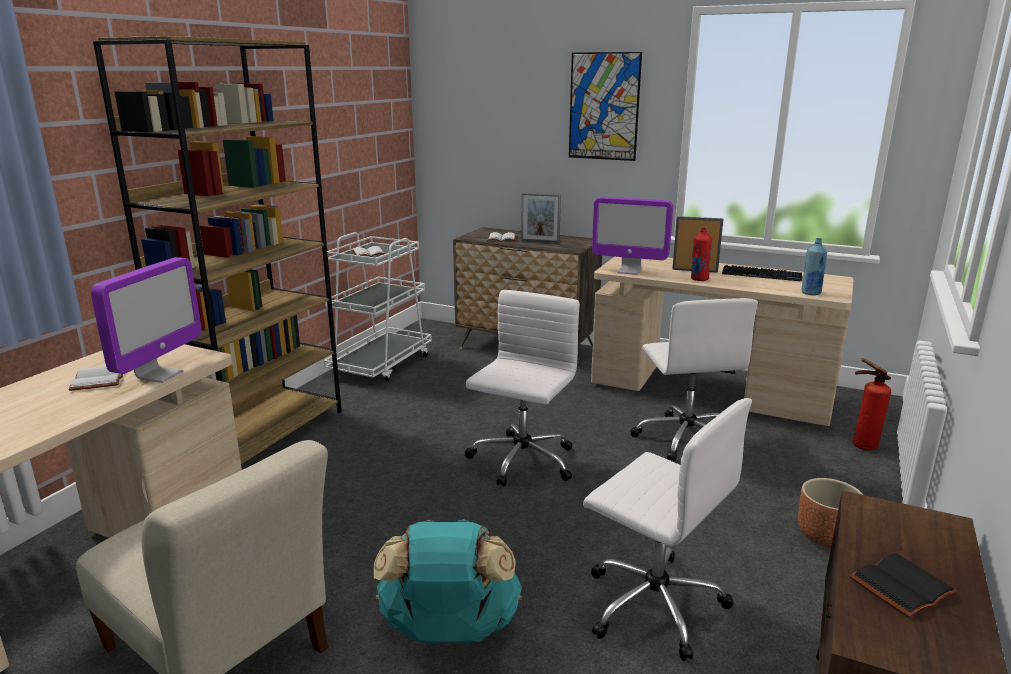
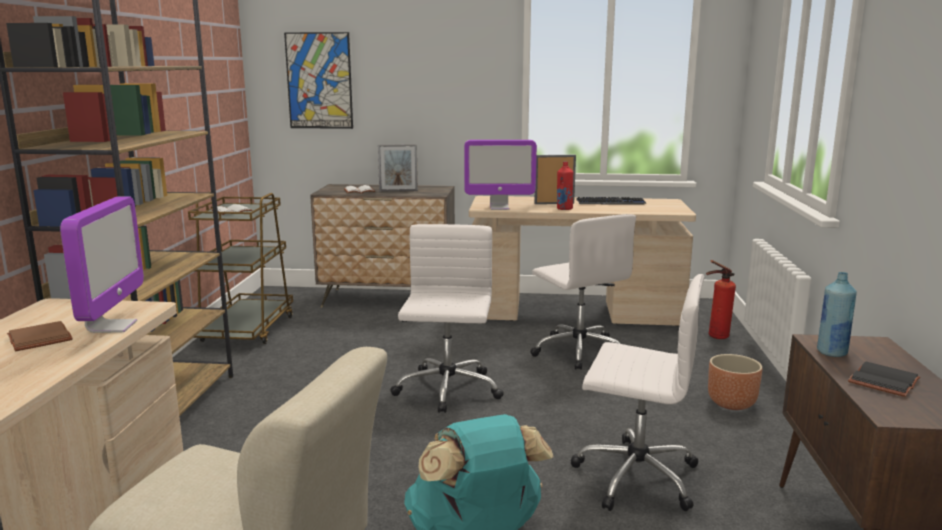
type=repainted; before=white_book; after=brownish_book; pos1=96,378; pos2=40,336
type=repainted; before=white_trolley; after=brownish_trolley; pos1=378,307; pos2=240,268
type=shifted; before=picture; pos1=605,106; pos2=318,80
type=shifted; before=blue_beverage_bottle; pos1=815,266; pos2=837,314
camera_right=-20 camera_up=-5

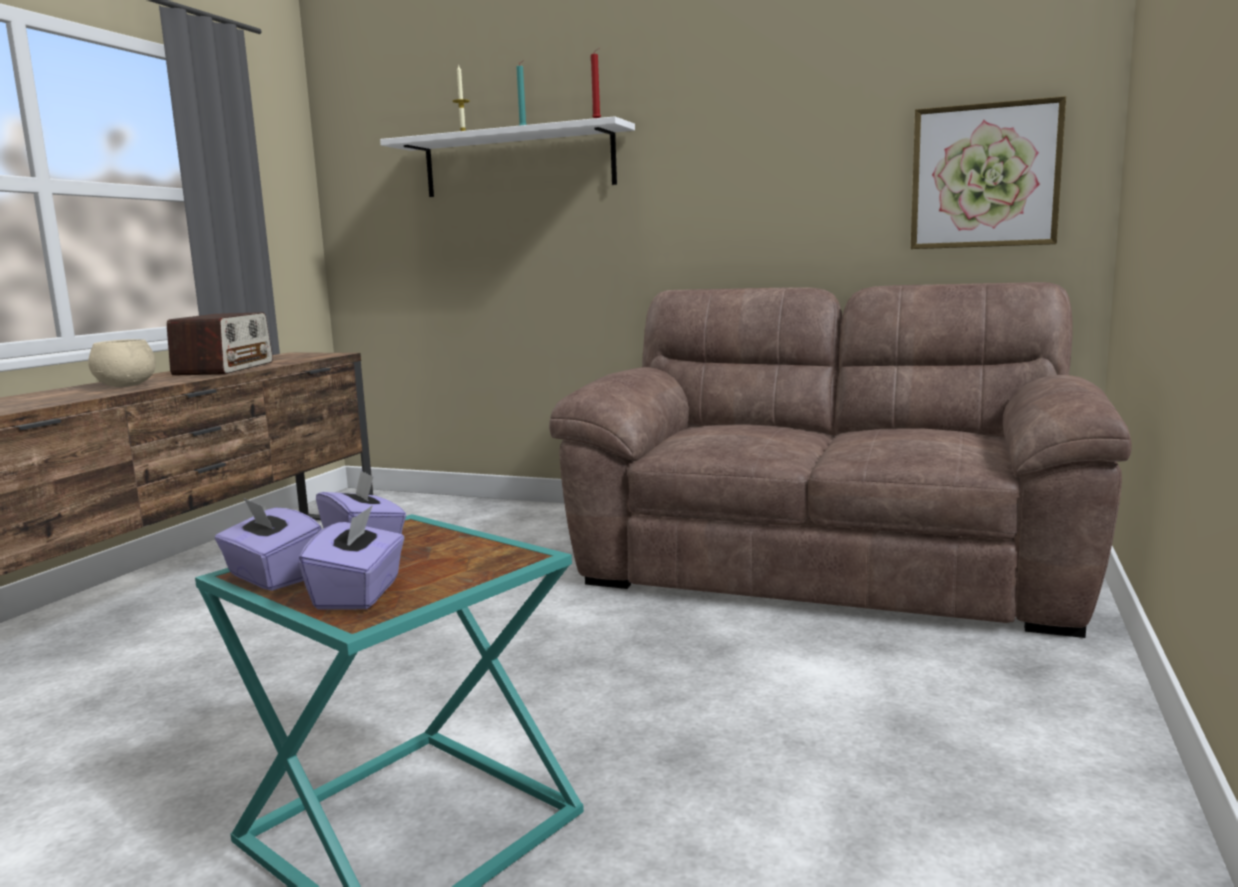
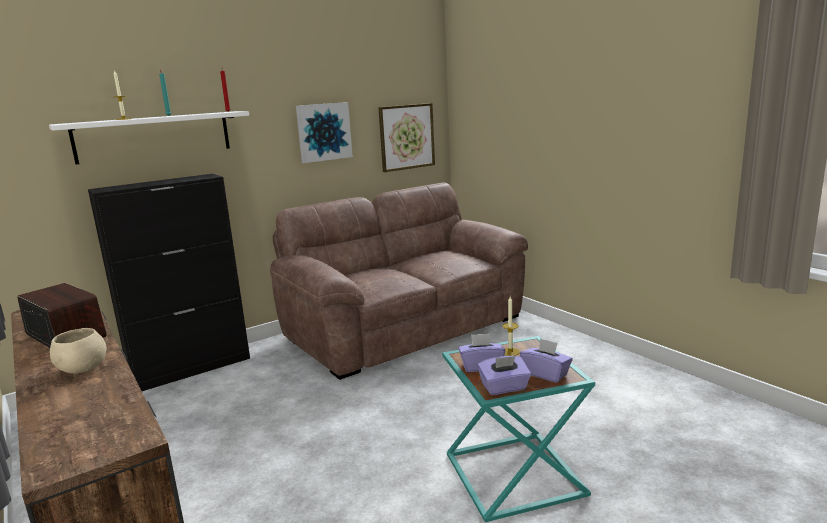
type=new; after=blackish_cupboard; pos2=169,282
type=new; after=picture; pos2=324,132
type=new; after=wax_light; pos2=511,326
camera_right=-55 camera_up=5

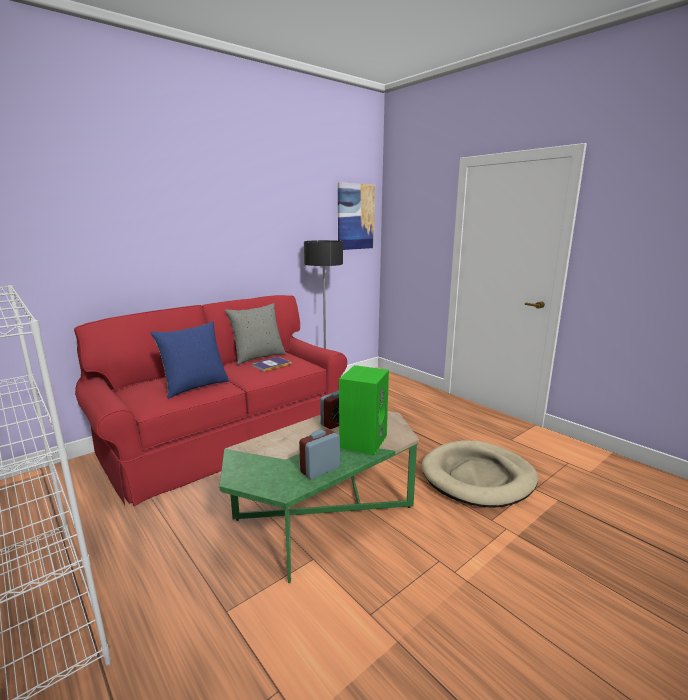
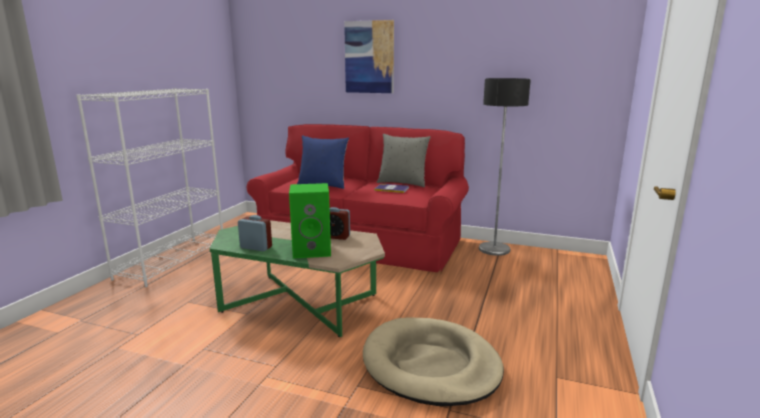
type=shifted; before=picture; pos1=356,216; pos2=369,56
camera_right=60 camera_up=0

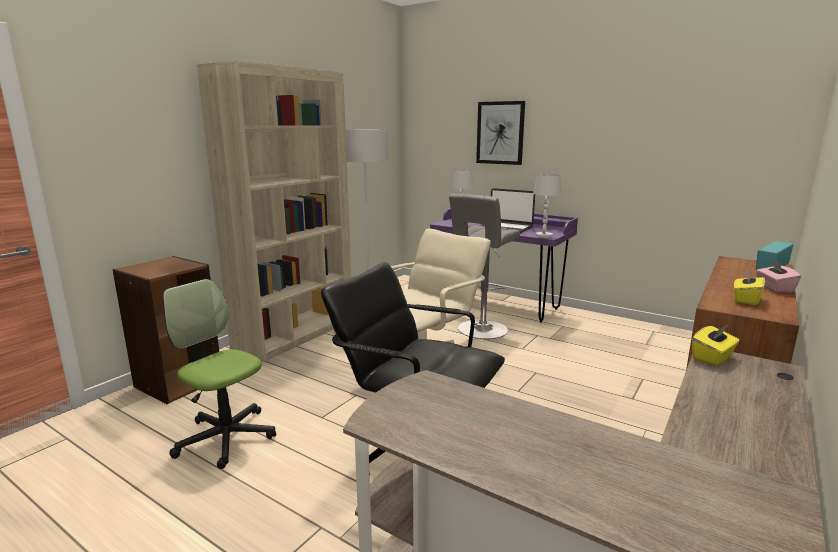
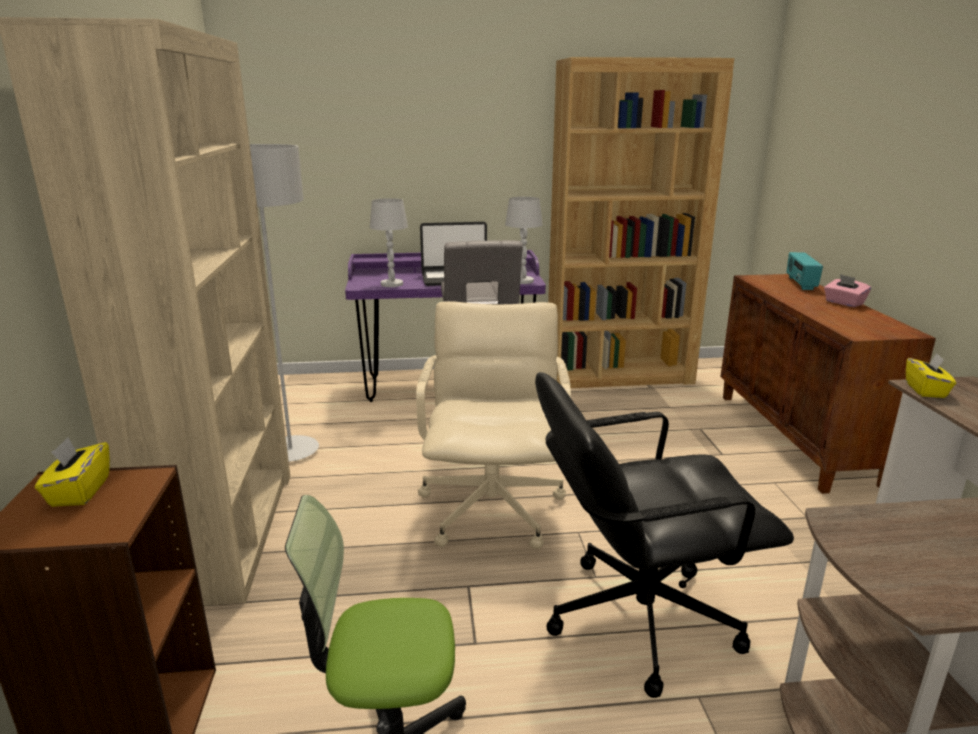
type=gone; before=picture; pos1=500,133
type=shifted; before=yellow-coloured_box_of_tissues; pos1=749,287; pos2=72,472
type=new; after=brownish_shelving_unit; pos2=641,222
camera_right=-40 camera_up=5

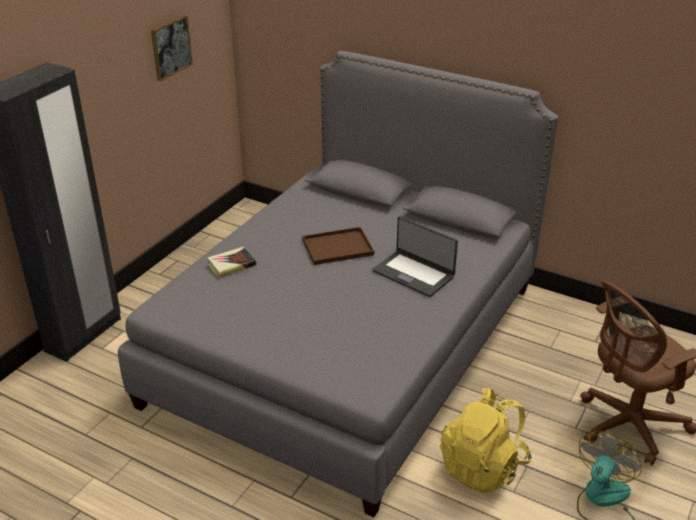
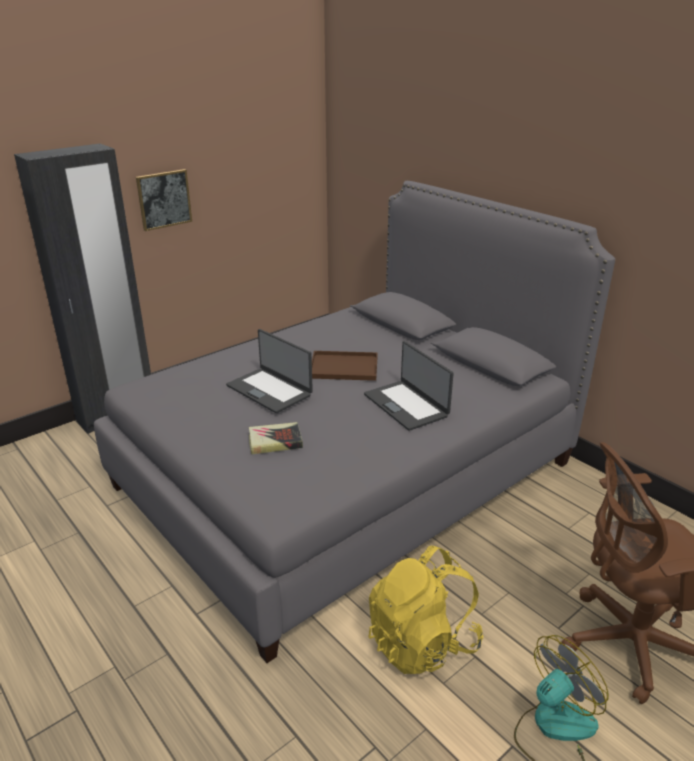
type=shifted; before=picture; pos1=172,48; pos2=164,200
type=shifted; before=book; pos1=232,262; pos2=276,438
type=new; after=portable_computer; pos2=269,371
camera_right=20 camera_up=-5

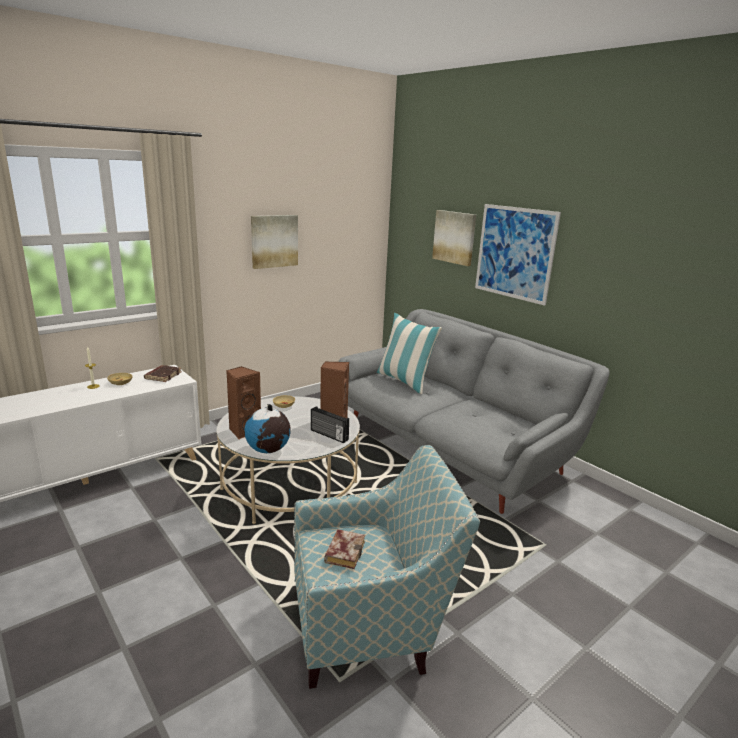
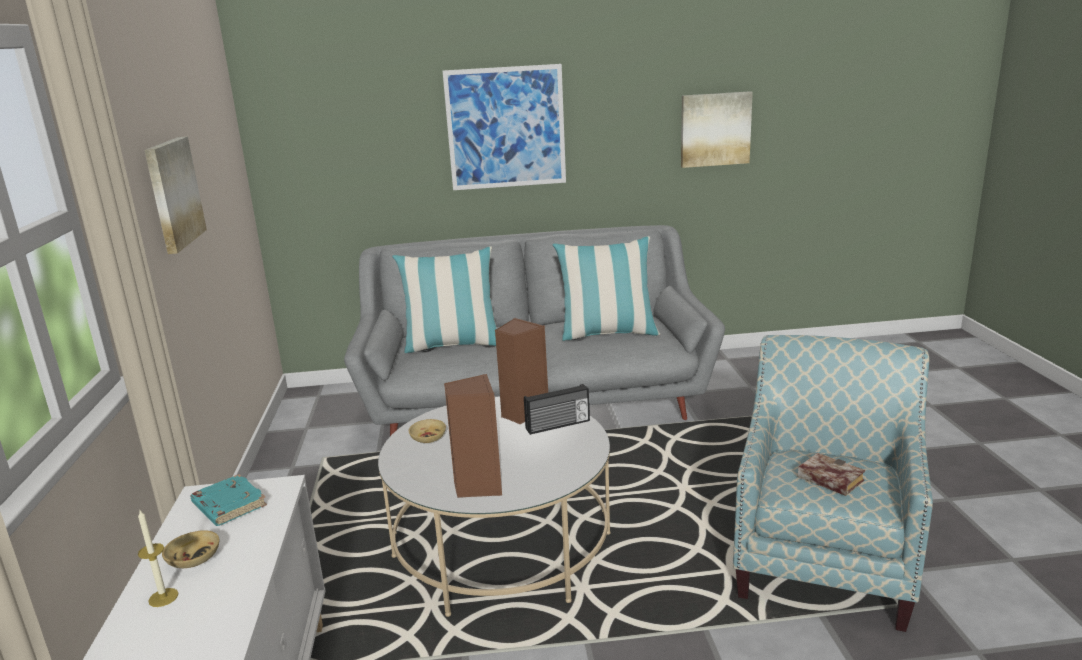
type=repainted; before=brownish_book; after=turquoise-coloured_book; pos1=162,373; pos2=228,500
type=gone; before=globe; pos1=267,428
type=shifted; before=picture; pos1=454,238; pos2=717,129
type=new; after=throw_pillow; pos2=606,288
camera_right=-55 camera_up=0

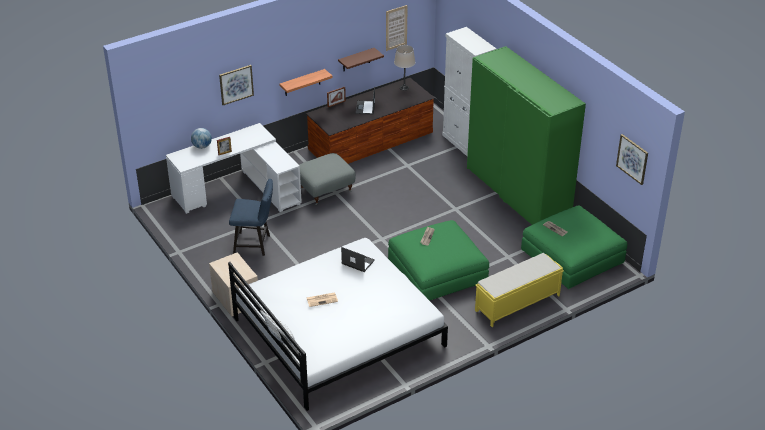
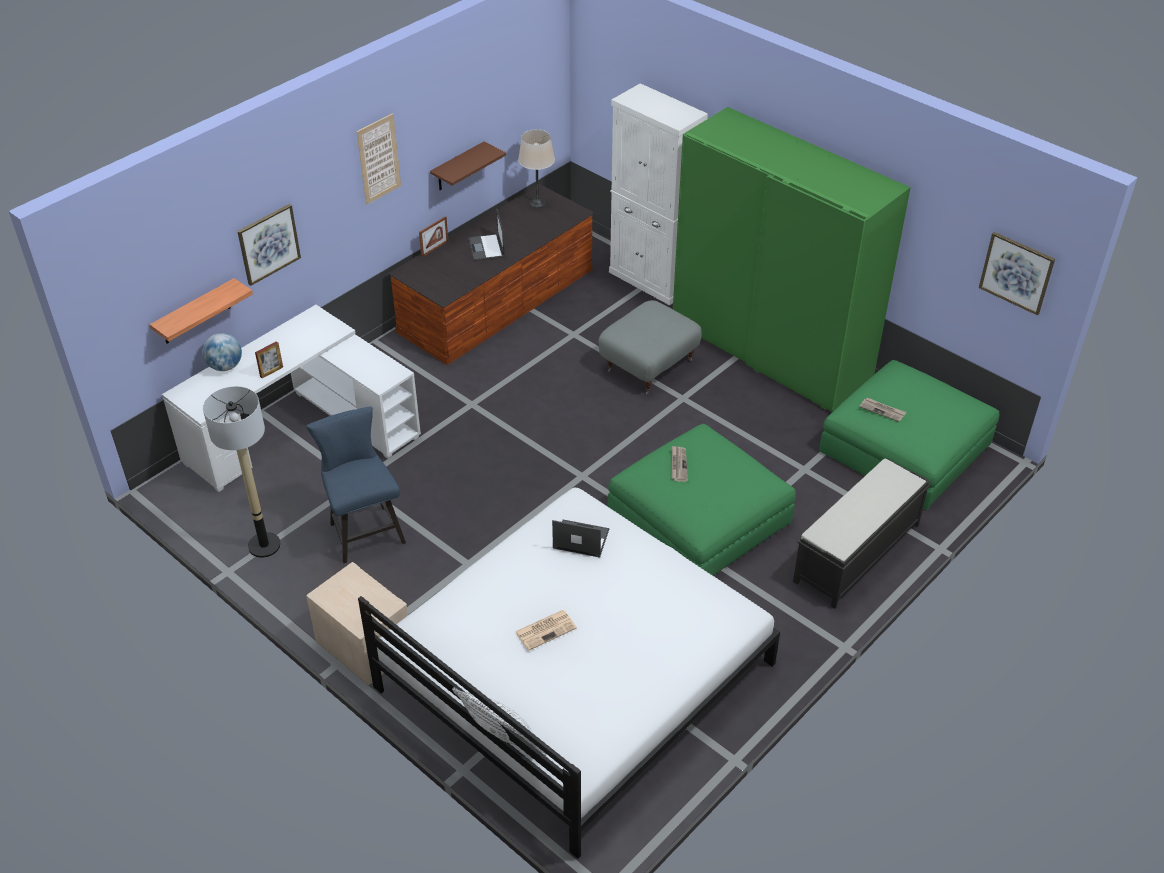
type=rotated; before=blue_upright_chair; pos1=251,217; pos2=356,484; turn=-105
type=shifted; before=bracket_shelf; pos1=306,82; pos2=201,311
type=shifted; before=grey_ottoman; pos1=327,179; pos2=650,347
type=shifted; before=picture; pos1=397,28; pos2=378,158
type=repainted; before=yellow-coloured_indoor_bench; after=blackish_indoor_bench; pos1=519,290; pos2=861,533
type=new; after=floor_lamp; pos2=242,472
camera_right=-15 camera_up=5

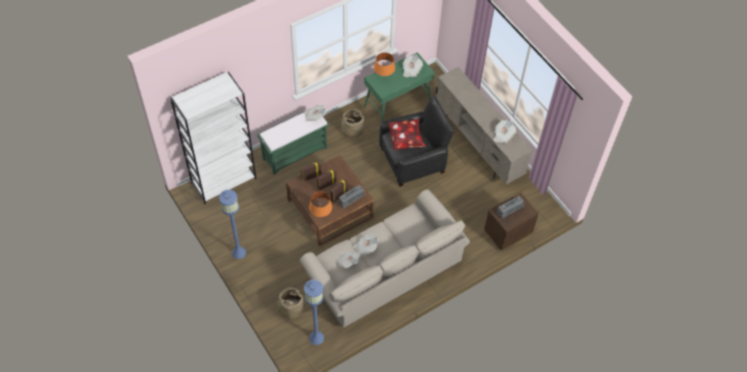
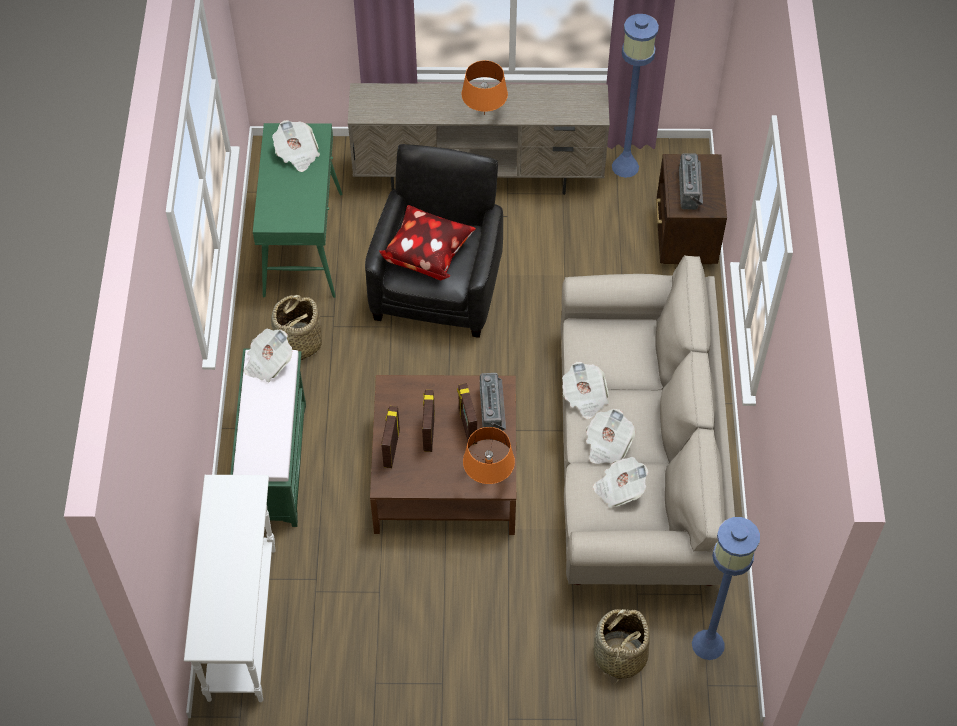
type=swapped; before=white_shelving_unit; after=white_hall_table; pos1=213,138; pos2=230,588
type=shifted; before=blue_floor_lamp; pos1=232,224; pos2=635,96
type=shifted; before=orange-coloured_tabletop_lamp; pos1=384,64; pos2=484,87
type=shifted; before=newspaper; pos1=505,131; pos2=585,390
camera_right=-55 camera_up=0

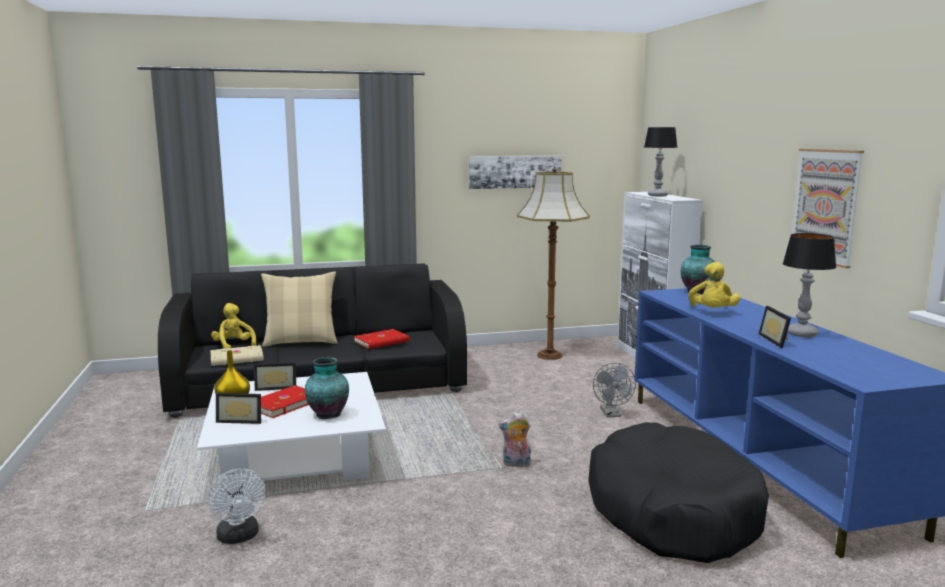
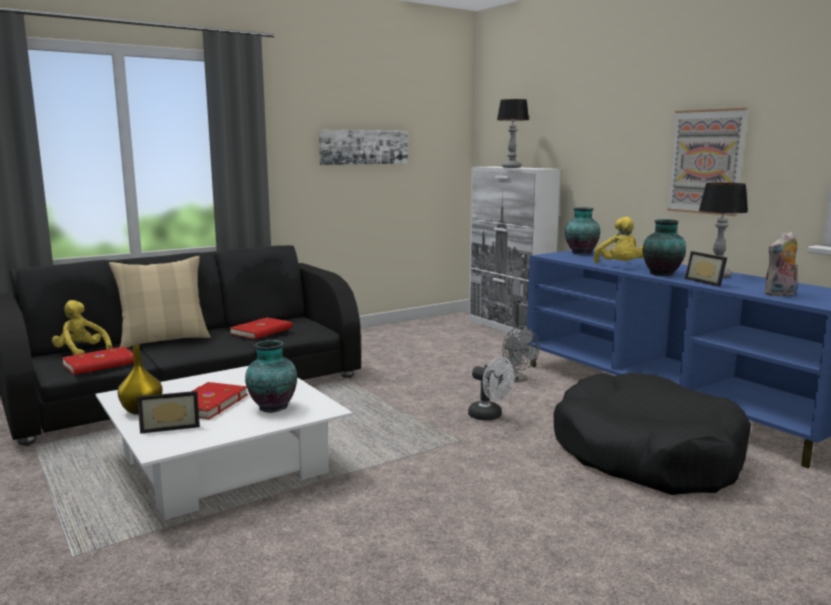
type=shifted; before=white_fan; pos1=237,506; pos2=491,389
type=repainted; before=beige_book; after=reddish_book; pos1=237,355; pos2=98,361
type=gone; before=standing_frame; pos1=275,376
type=shifted; before=cuddly_toy; pos1=514,439; pos2=781,264
type=gone; before=floor_lamp; pos1=553,263
type=new; after=vase; pos2=664,247
camera_right=-20 camera_up=0

